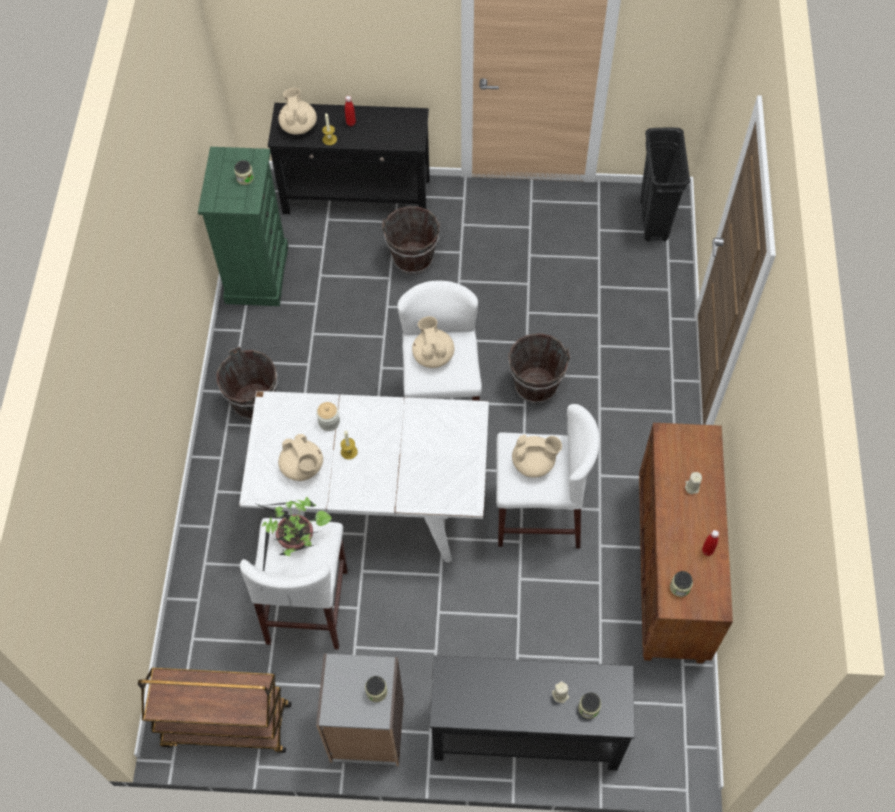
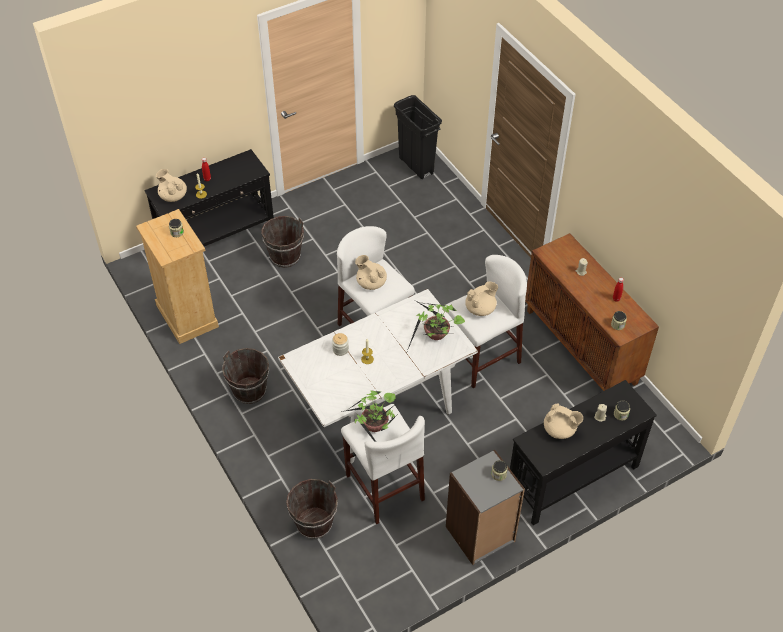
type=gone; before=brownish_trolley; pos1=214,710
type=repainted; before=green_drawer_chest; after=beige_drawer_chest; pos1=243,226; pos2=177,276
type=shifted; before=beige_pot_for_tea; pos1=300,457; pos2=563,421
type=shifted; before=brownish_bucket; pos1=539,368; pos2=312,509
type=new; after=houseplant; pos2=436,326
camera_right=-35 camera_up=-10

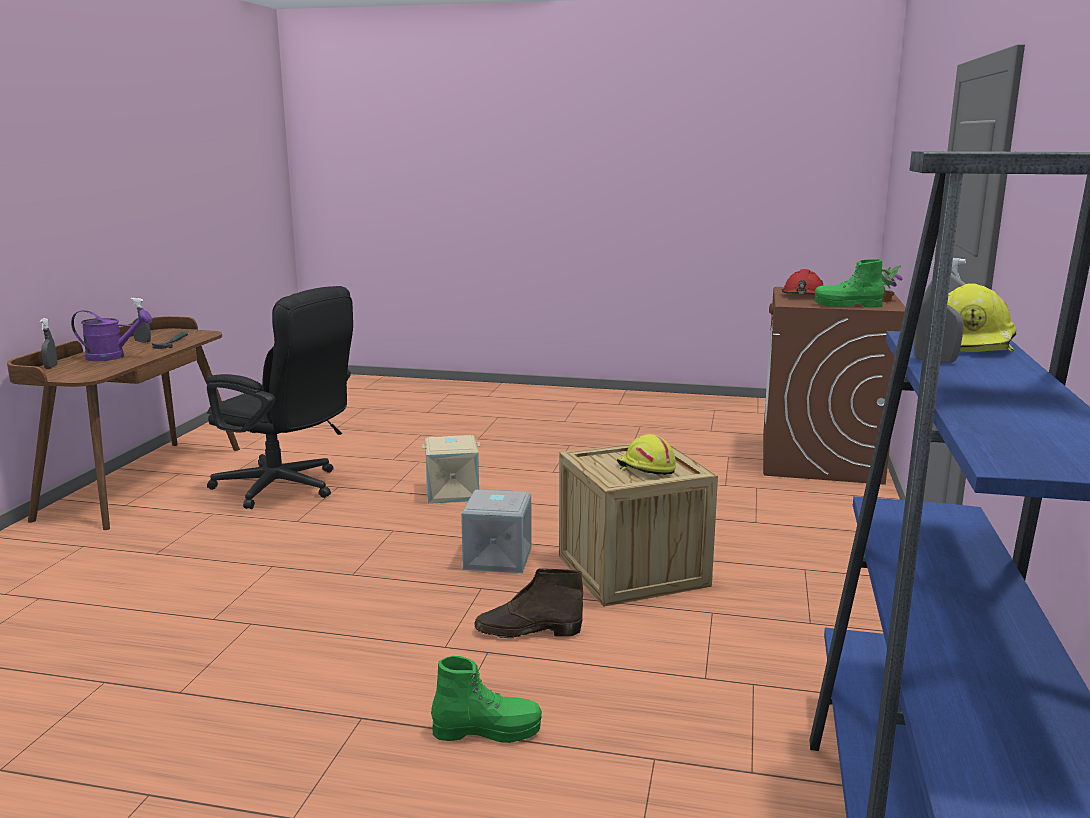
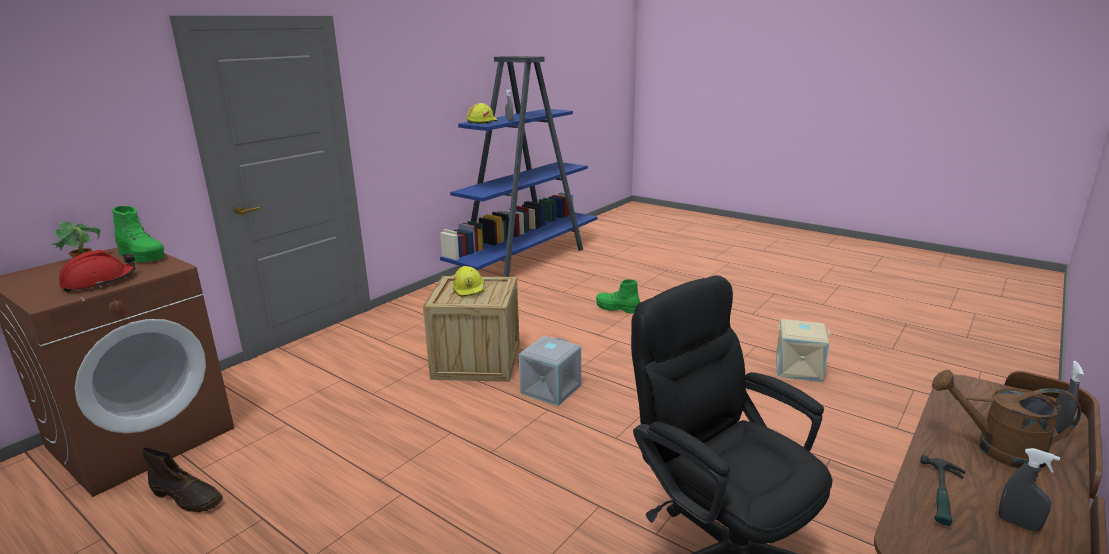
type=repainted; before=purple_watering_can; after=brownish_watering_can; pos1=111,335; pos2=1006,419
type=shifted; before=beige_storage_container; pos1=451,469; pos2=803,350
type=shifted; before=brownish_high-top_boot; pos1=528,603; pos2=182,479
camera_right=-155 camera_up=5

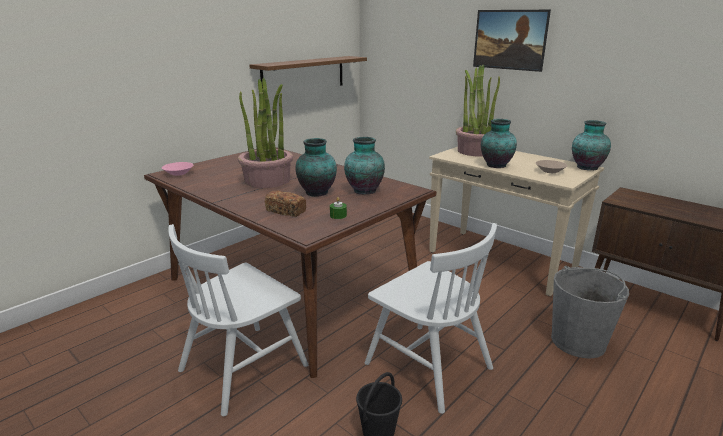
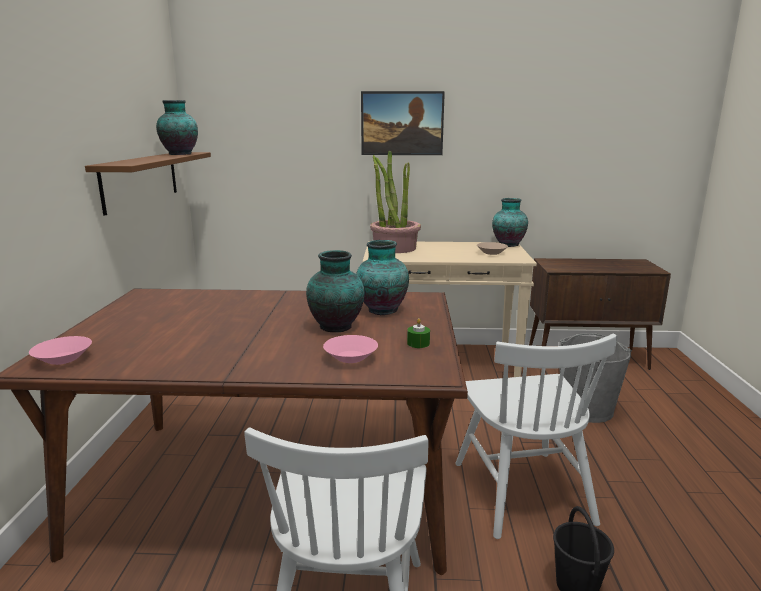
type=gone; before=houseplant; pos1=265,133
type=swapped; before=baked_bread; after=pink-coloured_serving_bowl; pos1=285,204; pos2=350,349
type=rotated; before=white_upright_chair; pos1=431,318; pos2=536,436; turn=75
type=shifted; before=vase; pos1=499,143; pos2=177,127
camera_right=-40 camera_up=-5

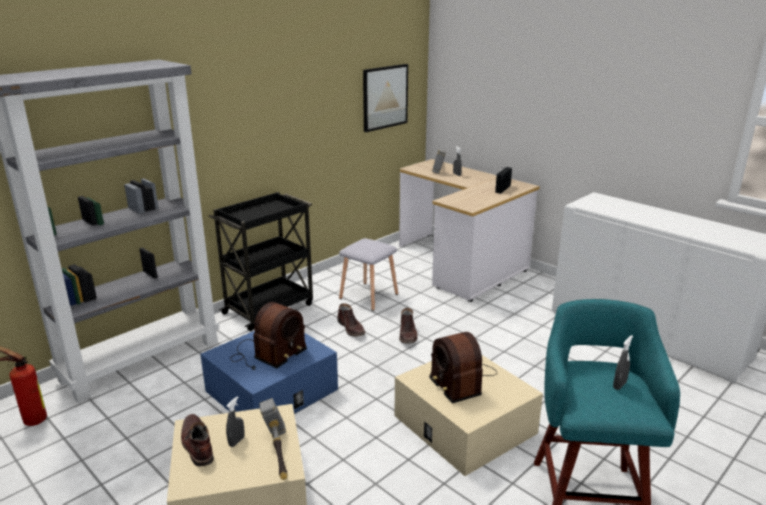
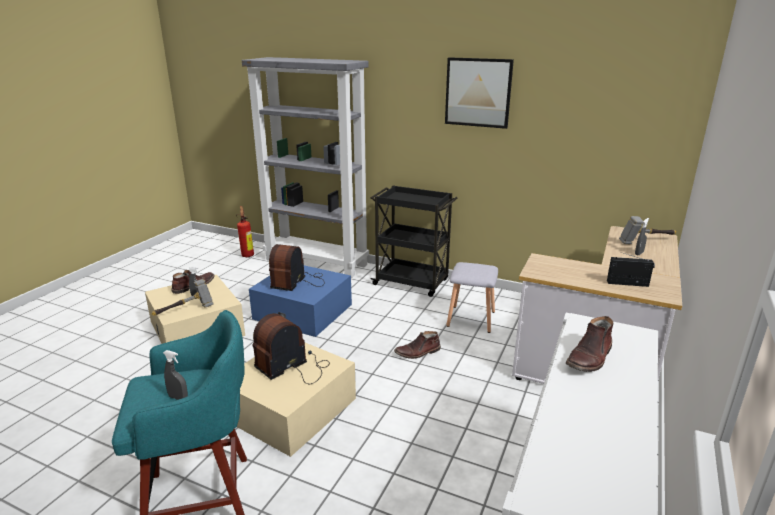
type=rotated; before=radio_set; pos1=268,336; pos2=296,267; turn=90
type=shifted; before=brownish_high-top_boot; pos1=351,320; pos2=589,344
type=shifted; before=picture; pos1=385,98; pos2=479,93
camera_right=70 camera_up=0

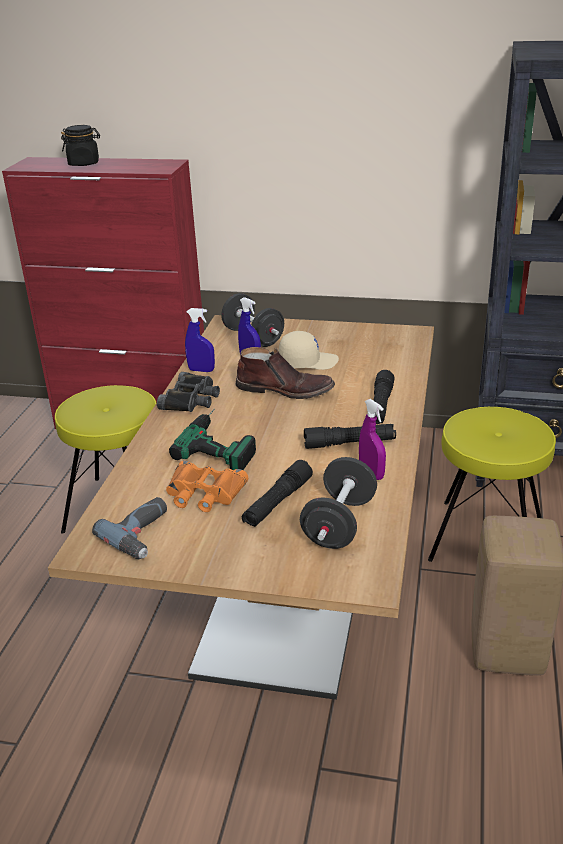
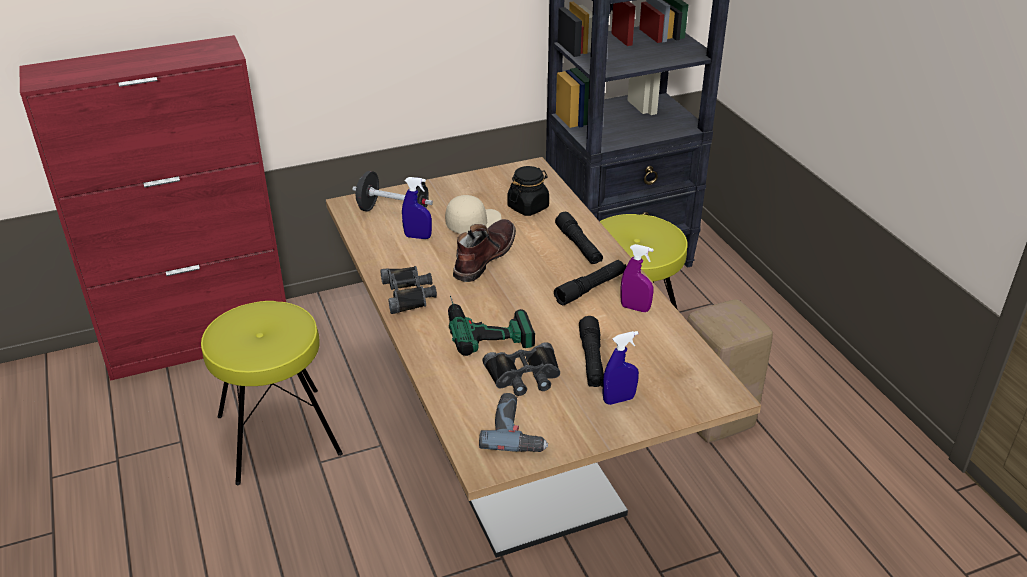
type=shifted; before=blackish_jar; pos1=80,145; pos2=528,191
type=repainted; before=orange-coloured_binoculars; after=blackish_binoculars; pos1=207,486; pos2=521,369
type=shifted; before=blue_sprayer; pos1=200,340; pos2=621,368
type=rotated; before=brownish_high-top_boot; pos1=285,373; pos2=484,250; turn=-45
type=gone; before=blackish_hand_weight; pos1=338,503
camera_right=-35 camera_up=5

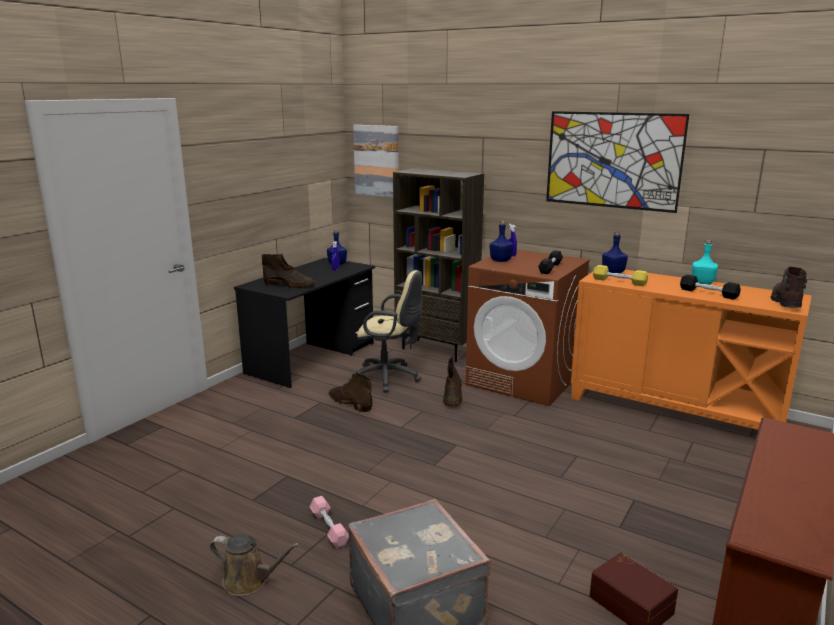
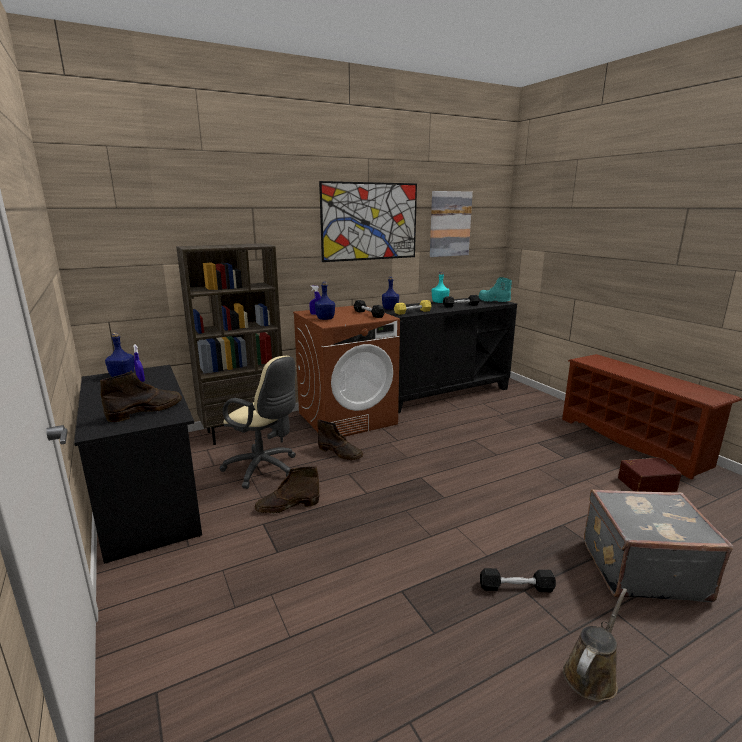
type=repainted; before=pink-coloured_hand_weight; after=blackish_hand_weight; pos1=329,522; pos2=518,580
type=rotated; before=beige_desk_chair; pos1=385,331; pos2=257,422; turn=75
type=shifted; before=picture; pos1=375,161; pos2=451,224
type=repainted; before=orange-coloured_cupboard; after=blackish_cupboard; pos1=691,350; pos2=450,355
type=repainted; before=brownish_high-top_boot; after=turquoise-coloured_high-top_boot; pos1=789,287; pos2=495,289
camera_right=-60 camera_up=0

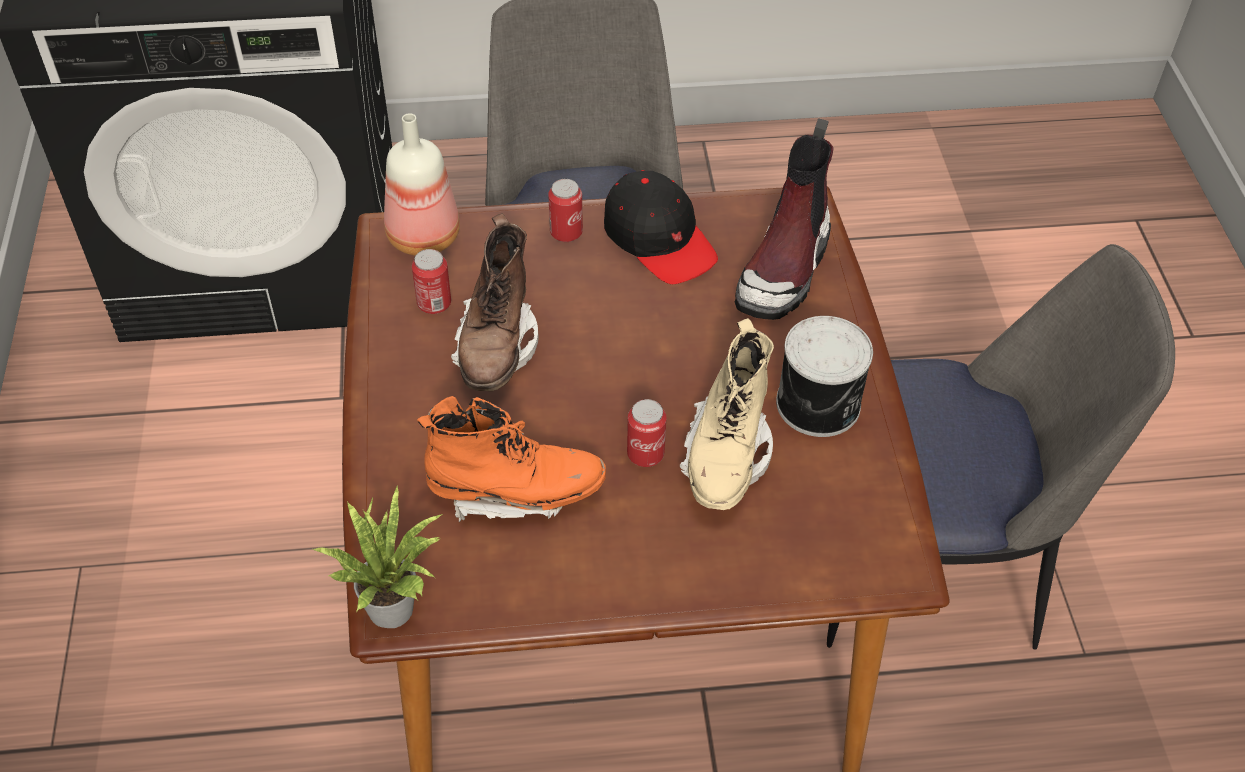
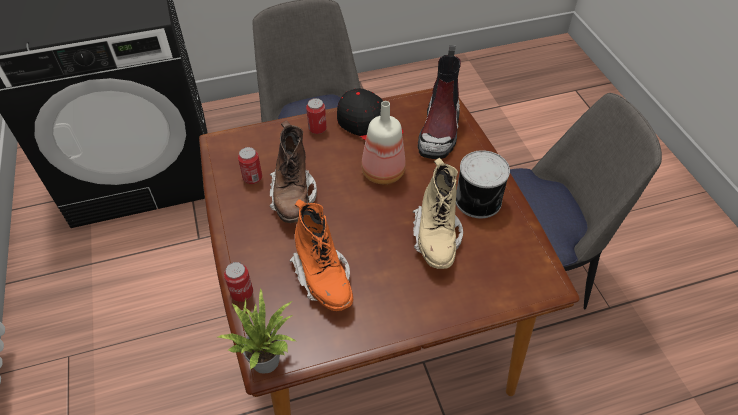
type=shifted; before=beverage_bottle; pos1=422,184; pos2=383,142
type=rotated; before=orange-coloured_high-top_boot; pos1=511,459; pos2=321,255; turn=75
type=shifted; before=sealed_can; pos1=646,433; pos2=238,282
camera_right=-10 camera_up=0

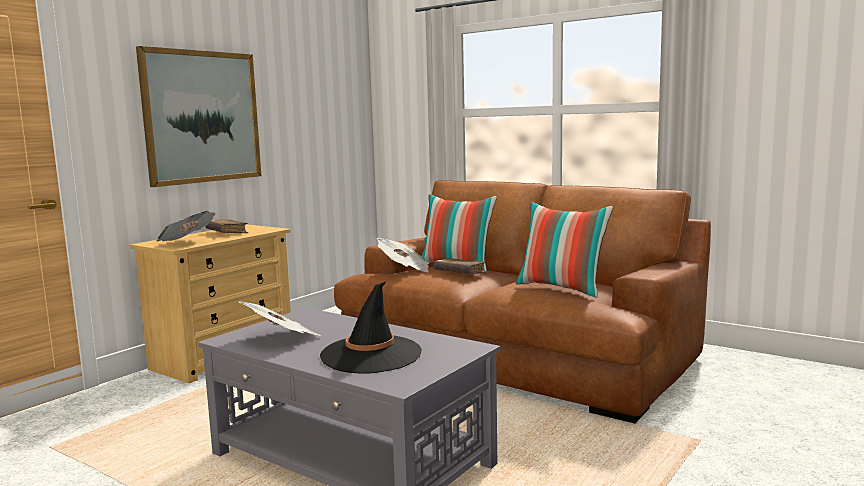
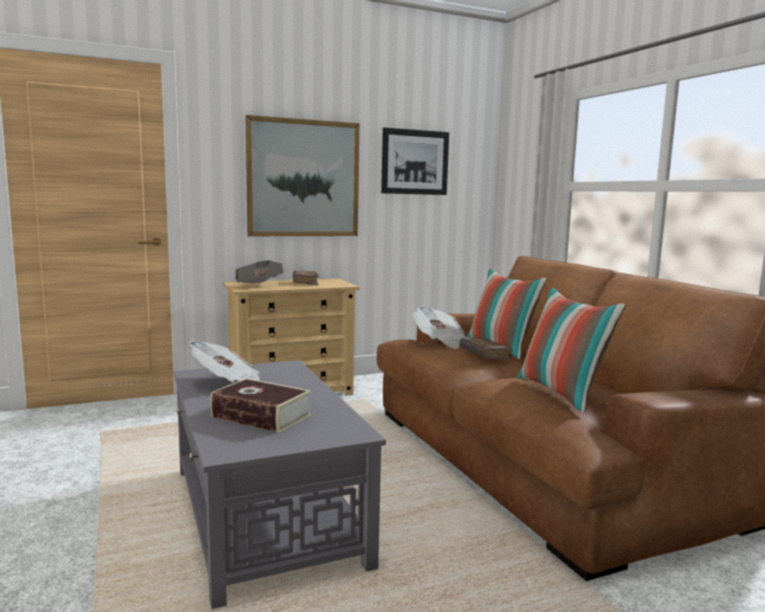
type=swapped; before=blackish_clothing_hat; after=book; pos1=371,327; pos2=260,405
type=new; after=picture; pos2=415,161
camera_right=30 camera_up=0

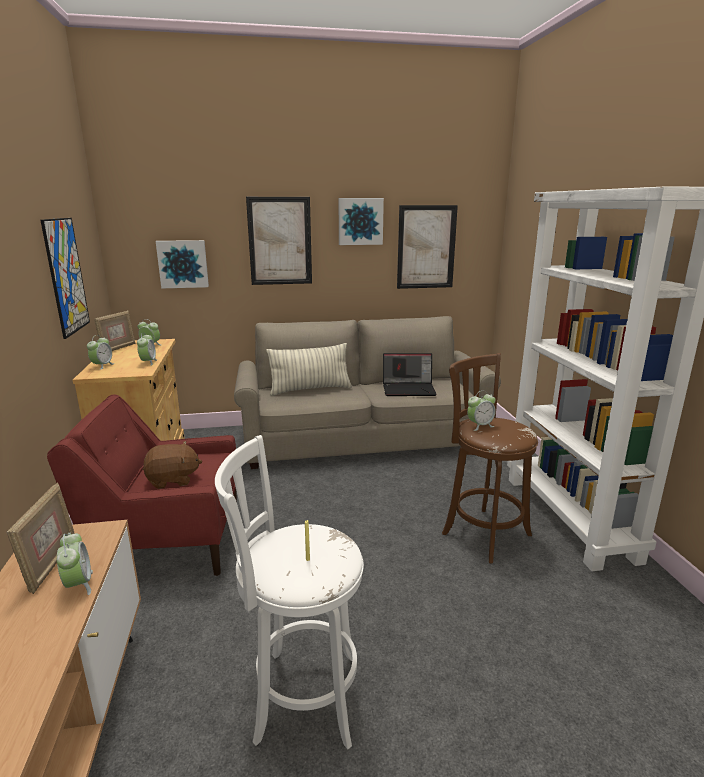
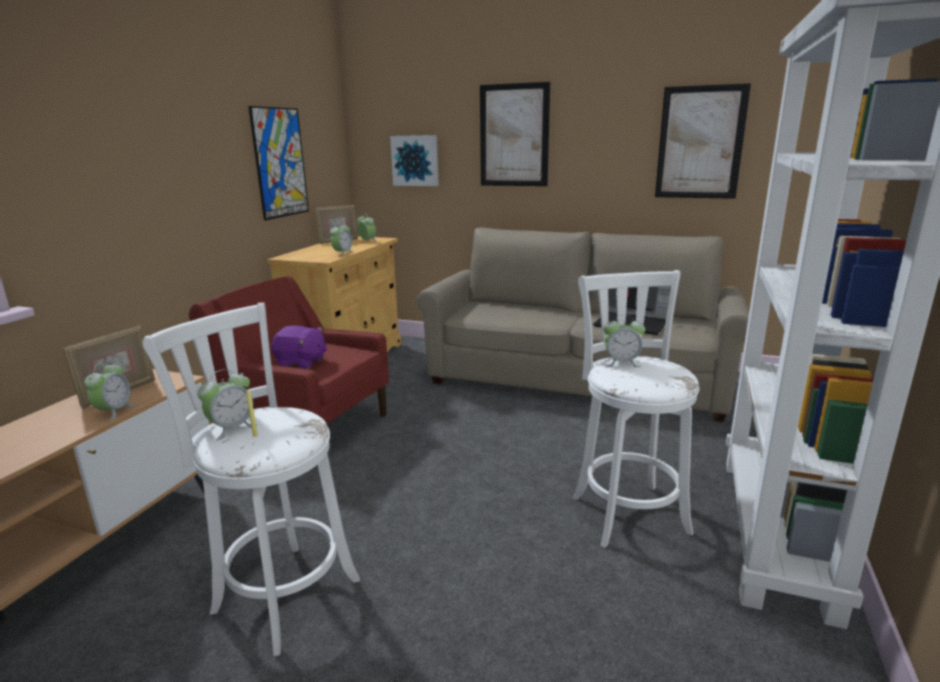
type=shifted; before=bedside_clock; pos1=101,352; pos2=227,404
type=repainted; before=brownish_cuddly_toy; after=purple_cuddly_toy; pos1=172,465; pos2=299,347
type=gone; before=throw_pillow; pos1=309,369
type=gone; before=picture; pos1=361,221
type=repainted; before=brownish_stool_seat; after=white_stool_seat; pos1=490,458; pos2=636,409
camera_right=30 camera_up=0

